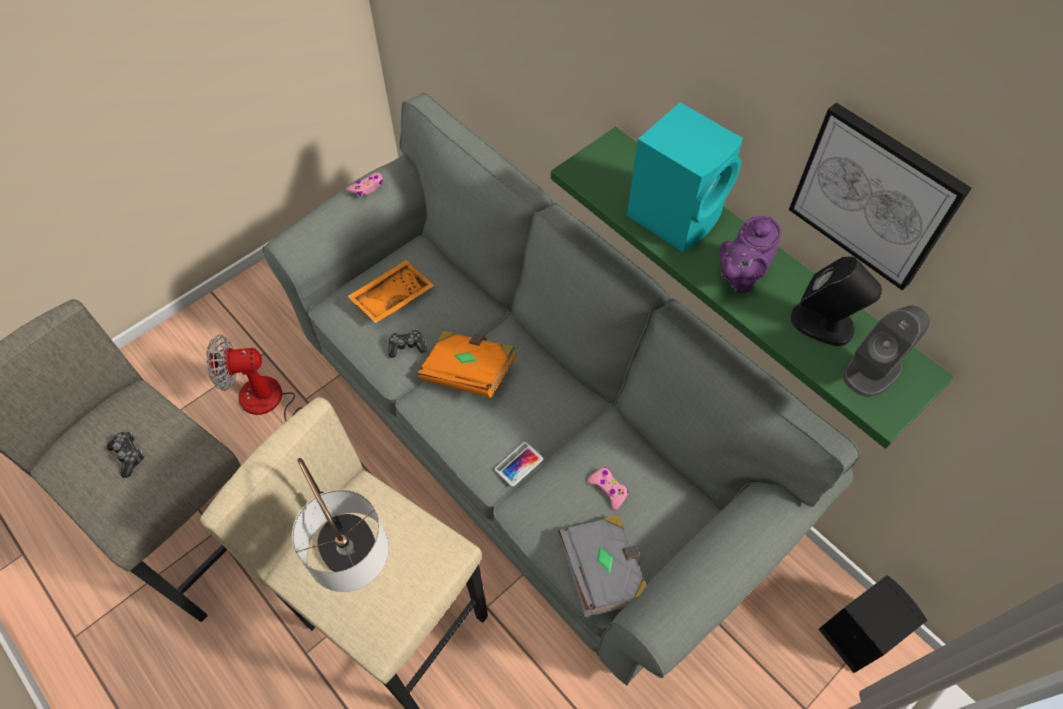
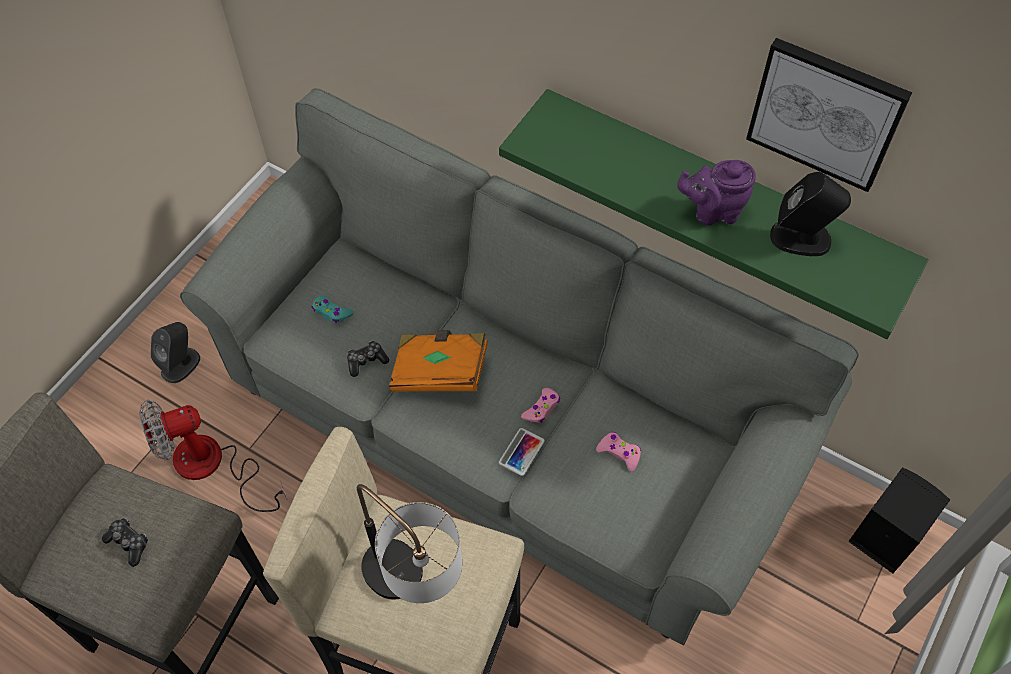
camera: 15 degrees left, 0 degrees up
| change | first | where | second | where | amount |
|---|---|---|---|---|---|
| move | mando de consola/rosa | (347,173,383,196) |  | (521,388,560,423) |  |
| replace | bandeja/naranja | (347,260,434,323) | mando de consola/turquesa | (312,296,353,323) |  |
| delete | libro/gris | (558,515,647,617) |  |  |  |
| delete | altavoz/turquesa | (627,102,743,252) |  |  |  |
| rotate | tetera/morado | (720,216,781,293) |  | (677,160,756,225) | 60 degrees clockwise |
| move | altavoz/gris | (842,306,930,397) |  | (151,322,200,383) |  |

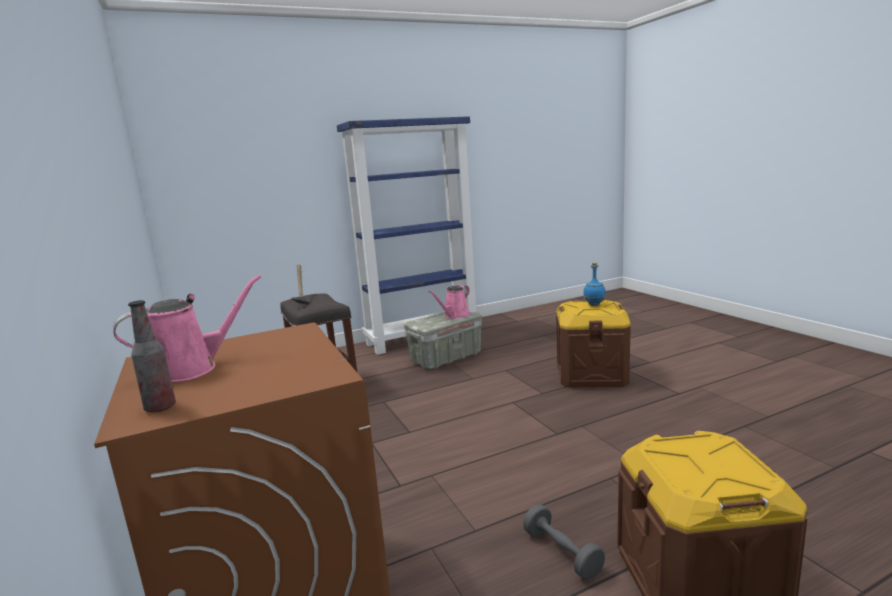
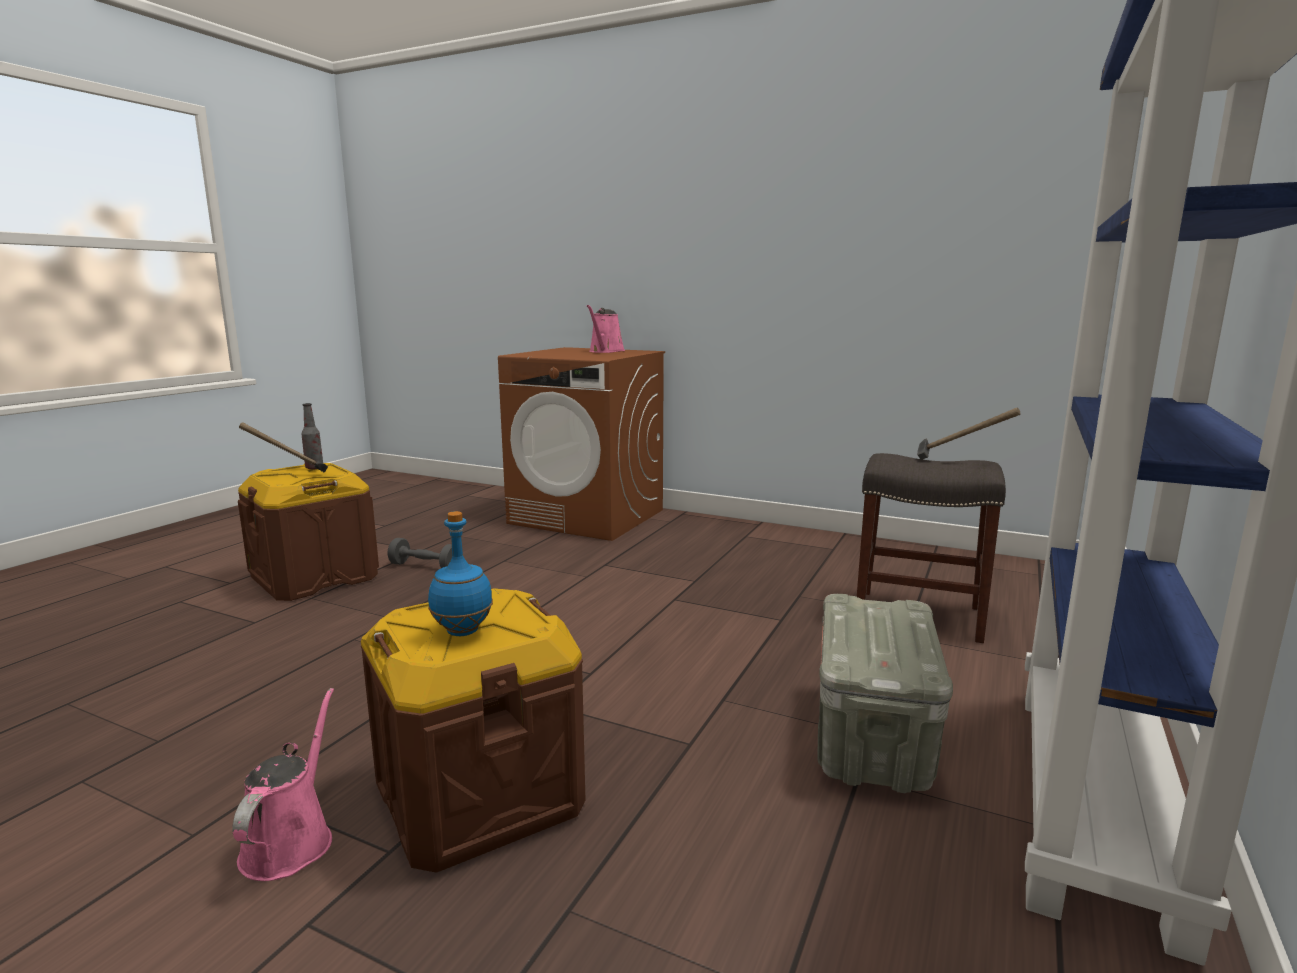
camera: 140 degrees right, 0 degrees up
| change | first | where | second | where | amount |
|---|---|---|---|---|---|
| move | botella | (128,300,176,413) |  | (301,403,323,469) |  |
| move | regadera/rosa | (428,285,470,319) |  | (232,688,334,881) |  |
| insert |  |  | martillo | (239,422,328,473) |  |

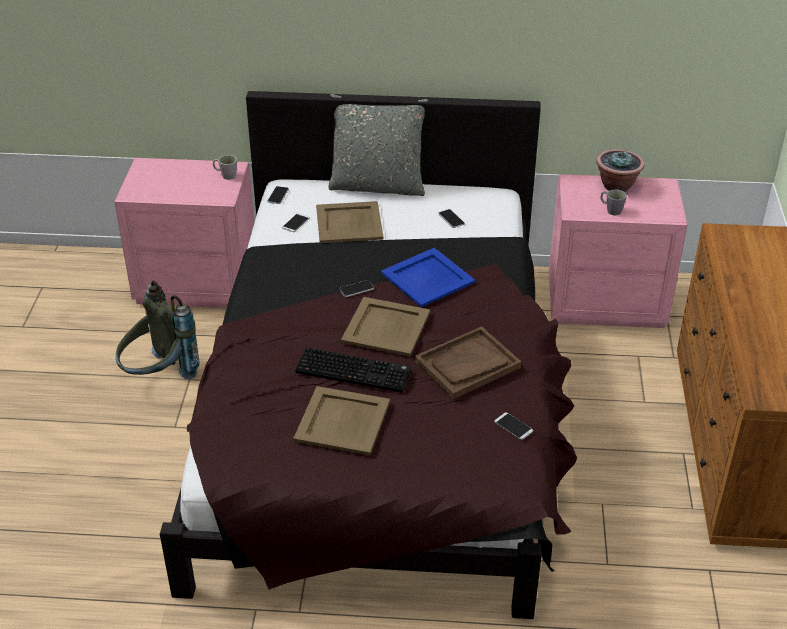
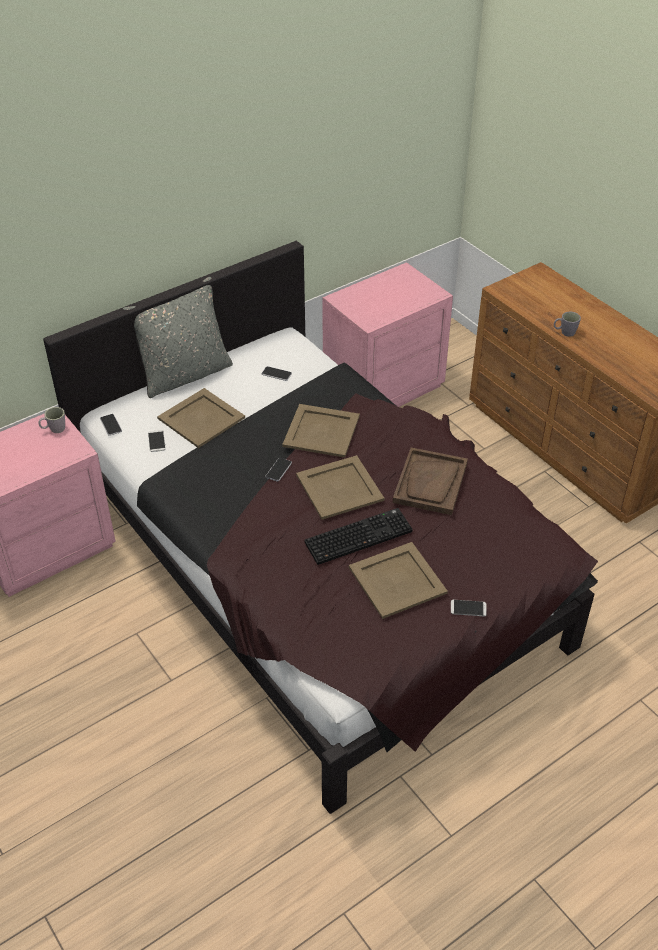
camera: 40 degrees left, 5 degrees up
| change | first | where | second | where | amount |
|---|---|---|---|---|---|
| delete | mochila/gris | (116,280,199,379) |  |  |  |
| recolor | bandeja/azul | (381,248,475,307) | bandeja/beis | (282,404,360,458) |  |
| move | móvil | (494,413,533,440) |  | (451,600,487,616) |  |
| delete | planta en maceta | (596,149,645,192) |  |  |  |
| move | taza grande/gris | (600,189,627,215) |  | (554,311,581,337) |  |

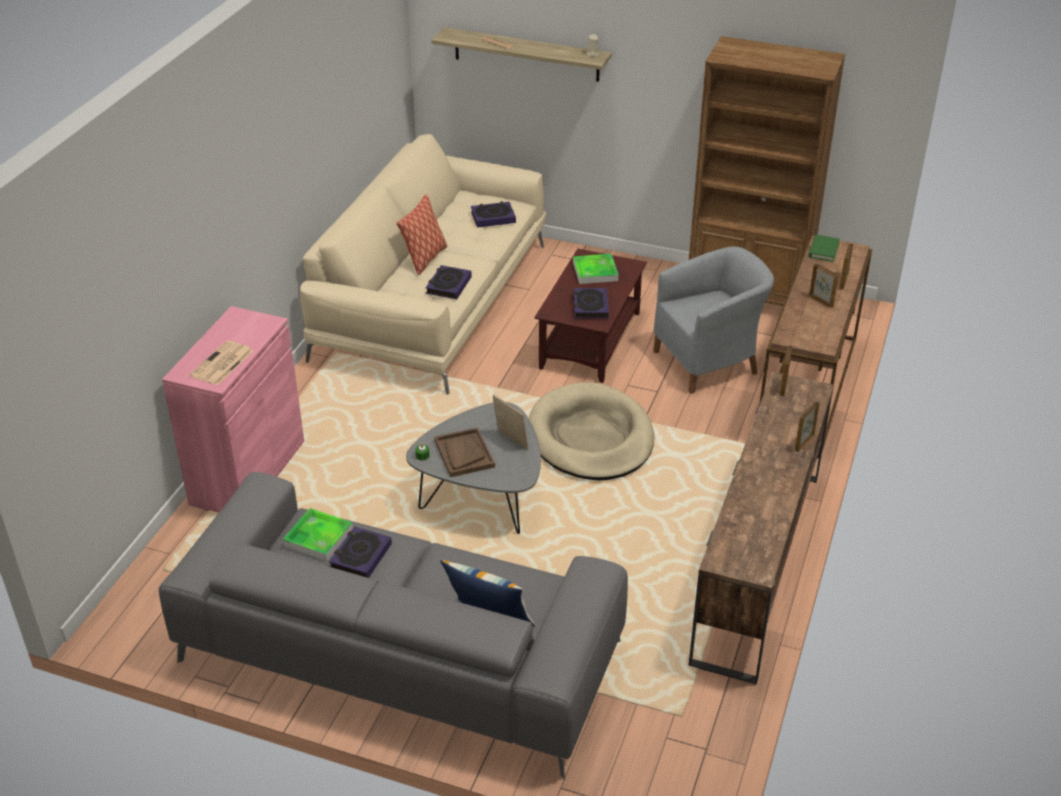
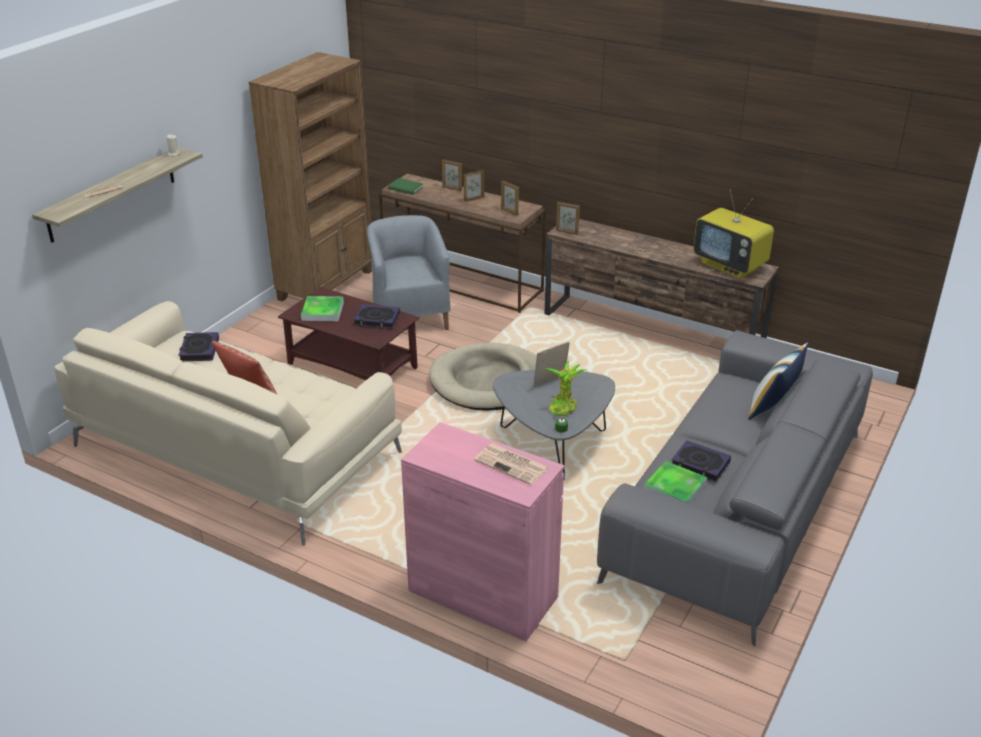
camera: 80 degrees left, 5 degrees down
| change | first | where | second | where | amount |
|---|---|---|---|---|---|
| delete | libro | (426,265,472,299) |  |  |  |
| replace | bandeja/marrón | (434,428,495,477) | planta en maceta | (545,360,587,416) |  |
| move | portarretratos | (795,401,820,452) |  | (501,180,519,216) |  |
| insert |  |  | televisor | (693,190,774,278) |  |

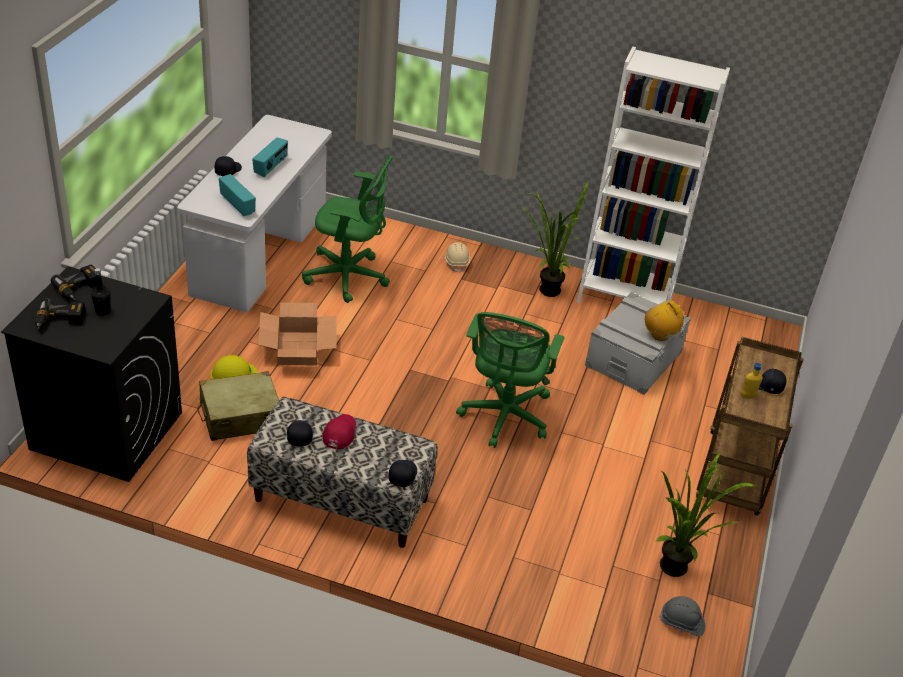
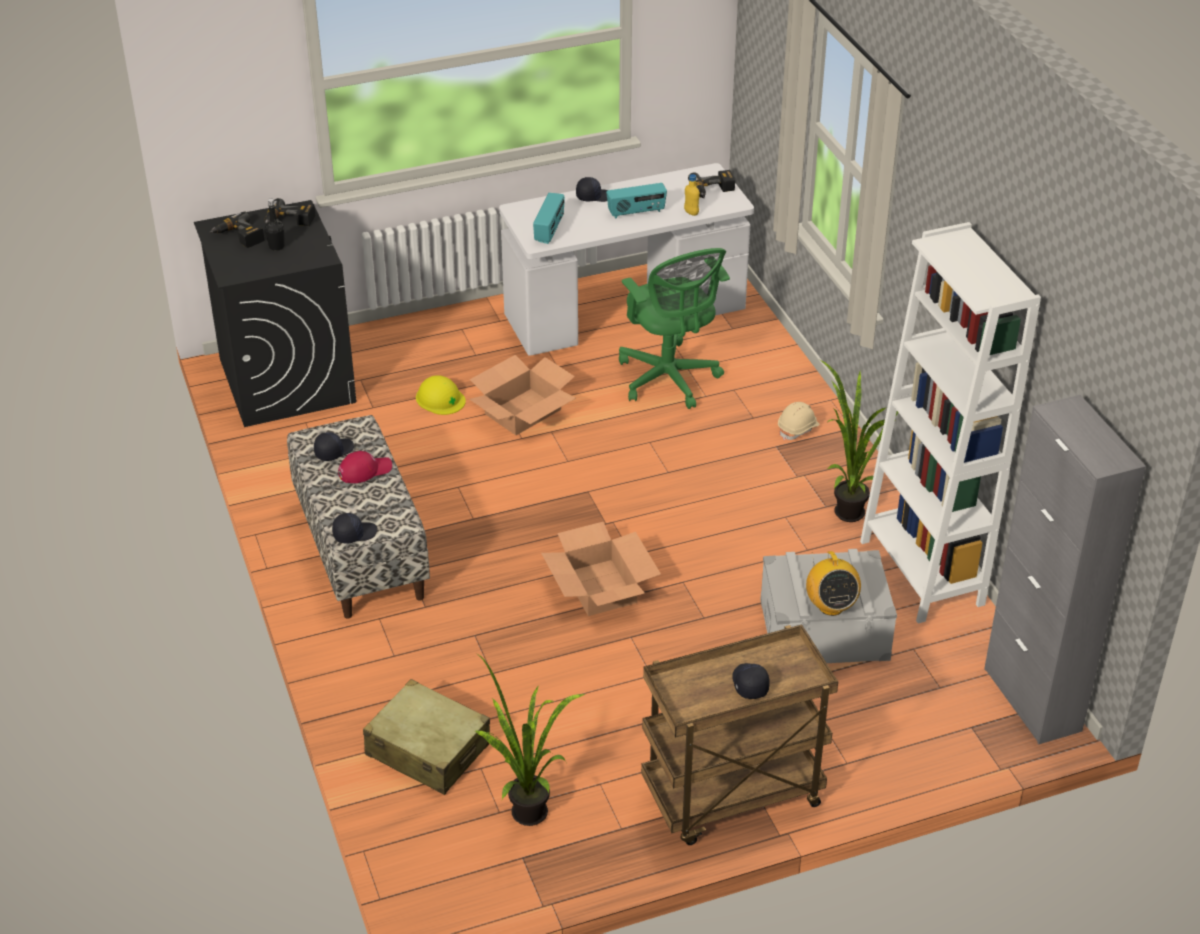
camera: 55 degrees right, 0 degrees up
| change | first | where | second | where | amount |
|---|---|---|---|---|---|
| move | maleta/beis | (198,371,279,441) |  | (363,679,490,795) |  |
| replace | silla de oficina/verde | (456,312,565,448) | caja de cartón | (541,522,661,616) |  |
| rotate | radio | (645,300,687,341) |  | (806,551,861,616) | 150 degrees clockwise |
| delete | casco/gris | (659,596,705,636) |  |  |  |
| move | botella/amarillo | (740,363,763,399) |  | (684,174,700,216) |  |
| insert |  |  | taladro | (688,170,735,198) |  |
| insert |  |  | armario/gris | (984,395,1146,744) |  |

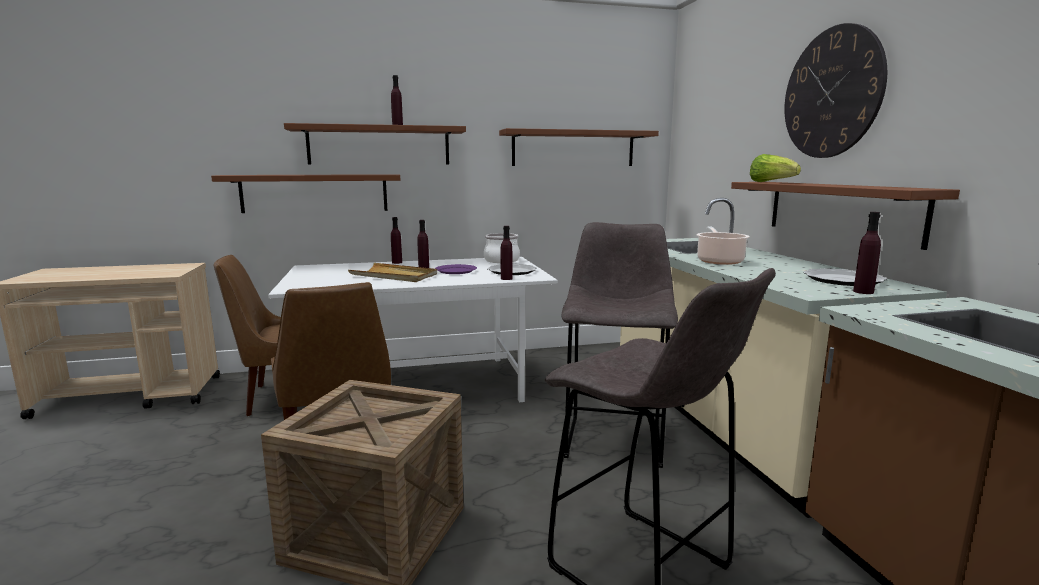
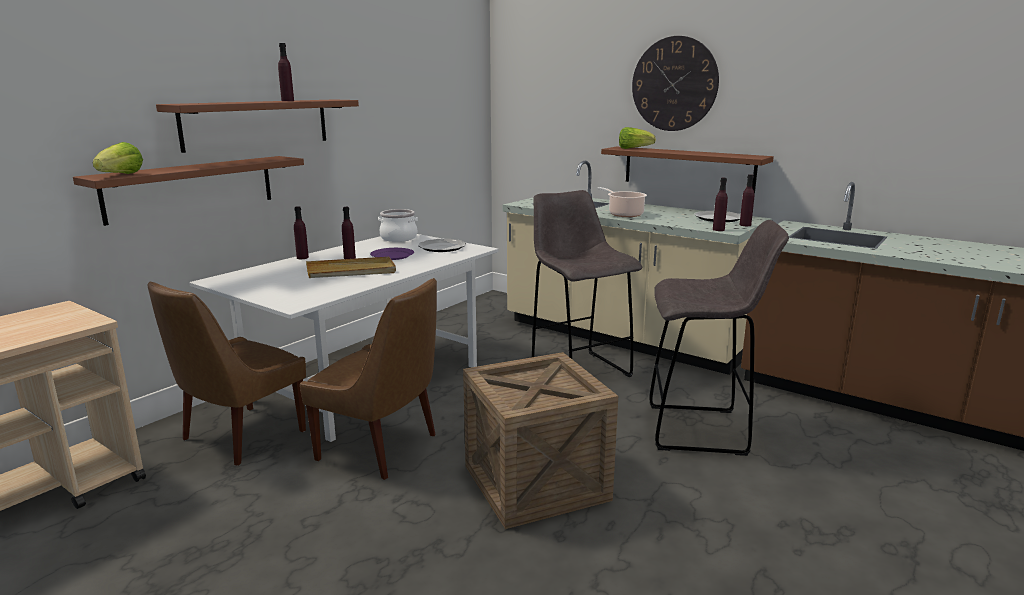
camera: 40 degrees left, 5 degrees up
| change | first | where | second | where | amount |
|---|---|---|---|---|---|
| delete | estante/marrón | (499,128,659,166) |  |  |  |
| move | botella/morado | (501,226,513,280) |  | (713,178,728,231) |  |
| insert |  |  | lechuga | (93,142,143,174) |  |

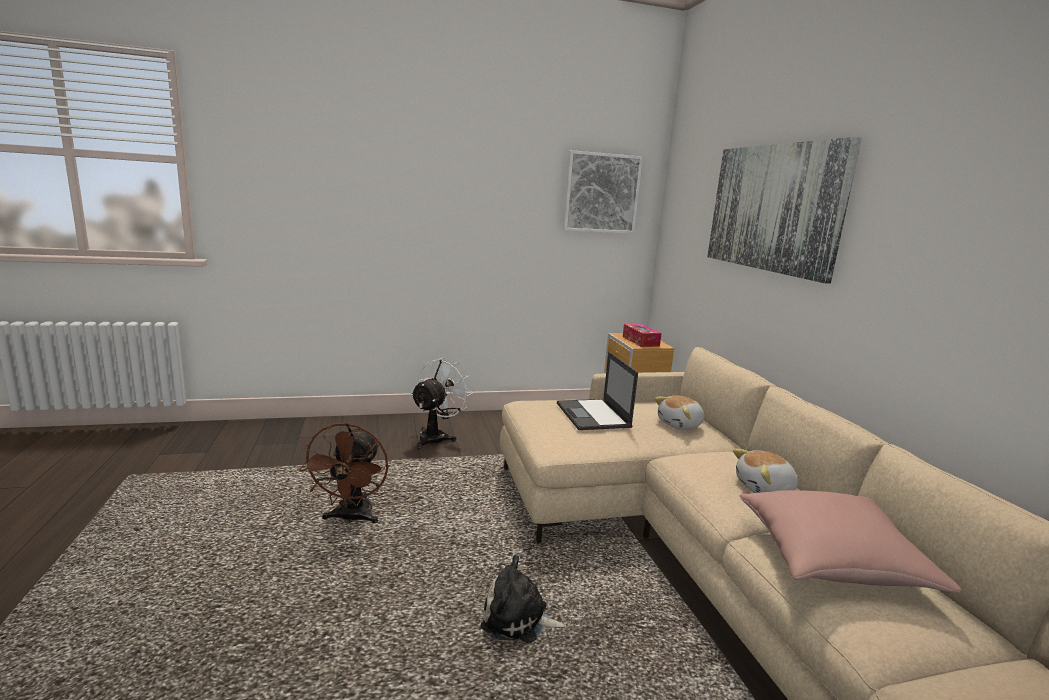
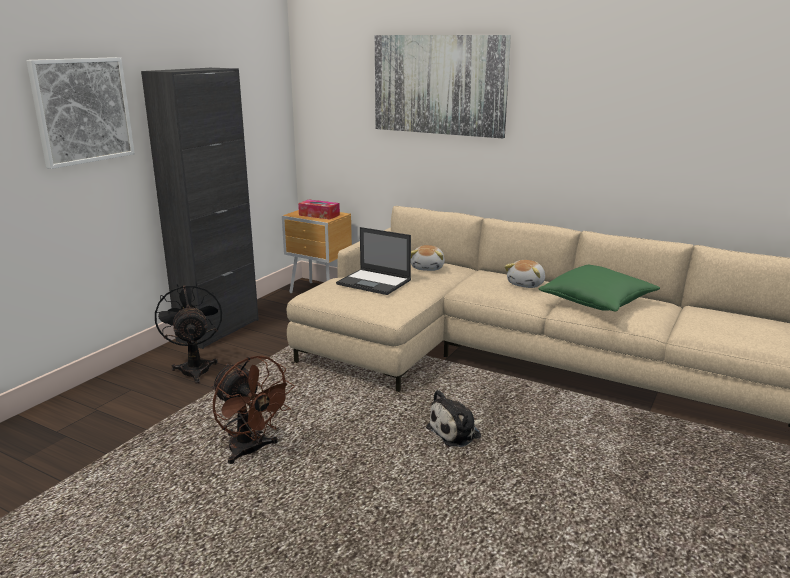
camera: 45 degrees left, 5 degrees up
| change | first | where | second | where | amount |
|---|---|---|---|---|---|
| recolor | ventilador/blanco | (411,357,473,449) | ventilador/negro | (155,283,222,383) |  |
| move | cuadro | (563,150,643,234) |  | (26,57,135,169) |  |
| recolor | cojín/rosa | (740,490,962,593) | cojín/verde | (539,265,660,311) |  |
| insert |  |  | armario/negro | (141,68,259,349) |  |

